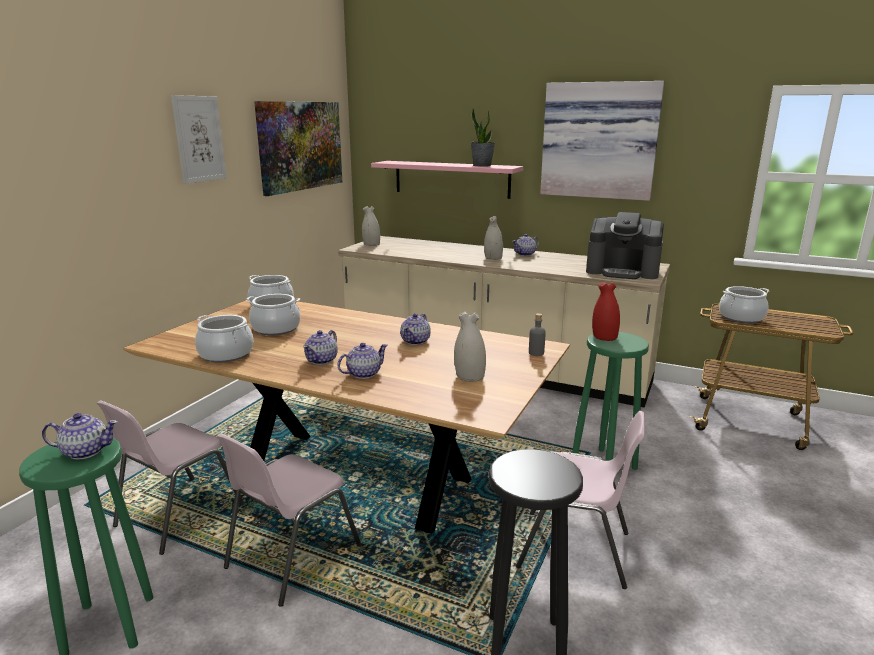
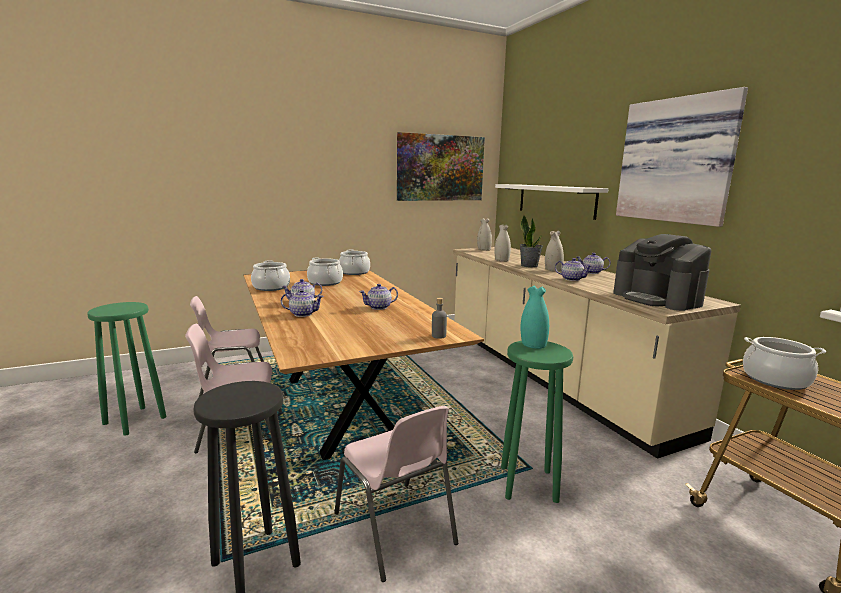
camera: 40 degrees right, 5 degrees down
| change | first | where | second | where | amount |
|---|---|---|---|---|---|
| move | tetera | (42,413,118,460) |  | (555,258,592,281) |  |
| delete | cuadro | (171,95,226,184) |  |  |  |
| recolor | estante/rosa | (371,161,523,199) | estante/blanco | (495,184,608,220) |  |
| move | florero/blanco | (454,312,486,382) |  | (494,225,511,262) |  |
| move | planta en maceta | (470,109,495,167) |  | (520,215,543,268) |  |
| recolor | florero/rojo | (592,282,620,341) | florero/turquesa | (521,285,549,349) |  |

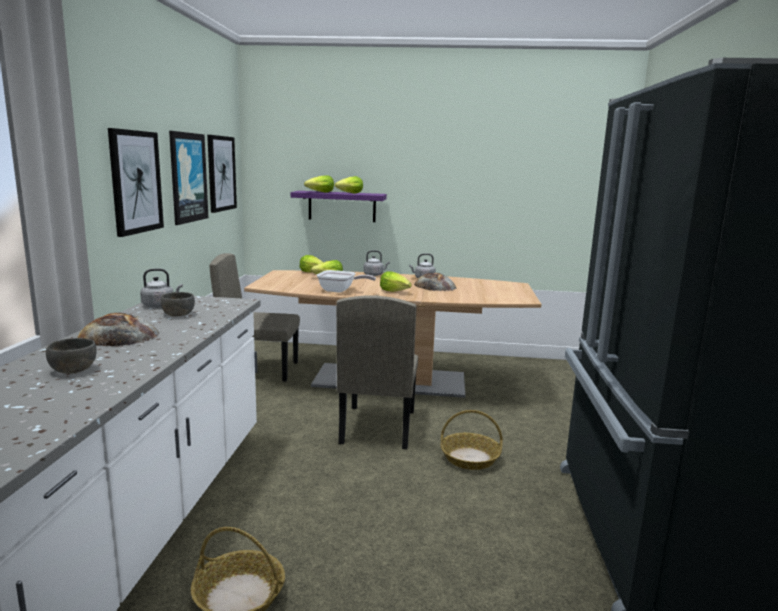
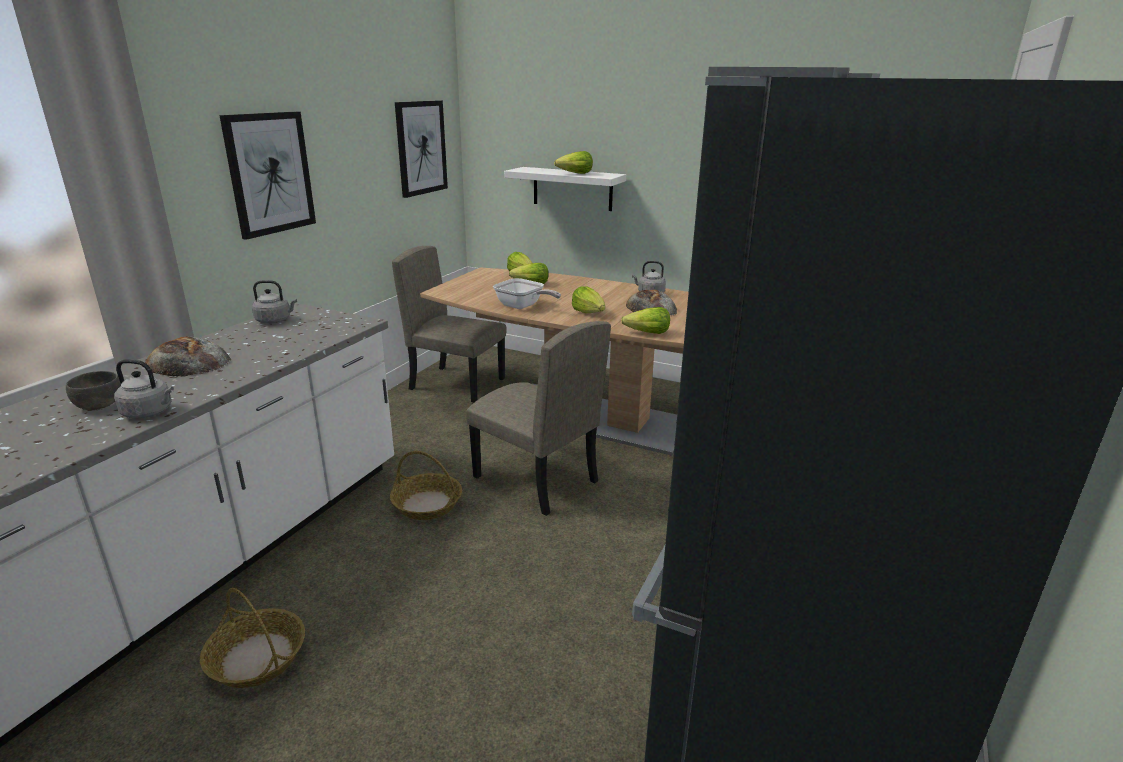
camera: 20 degrees right, 10 degrees up
| change | first | where | second | where | amount |
|---|---|---|---|---|---|
| delete | cuenco/gris | (160,292,195,317) |  |  |  |
| delete | cuadro | (169,131,208,225) |  |  |  |
| recolor | estante/morado | (291,191,387,222) | estante/blanco | (504,167,626,211) |  |
| move | lechuga | (304,175,334,193) |  | (621,307,670,334) |  |
| rotate | silla/beis | (336,295,418,449) |  | (466,321,611,516) | 75 degrees counterclockwise |
| move | hervidor/gris | (363,250,390,276) |  | (114,359,174,419) |  |
| move | cesta | (440,410,503,470) |  | (390,451,462,520) |  |

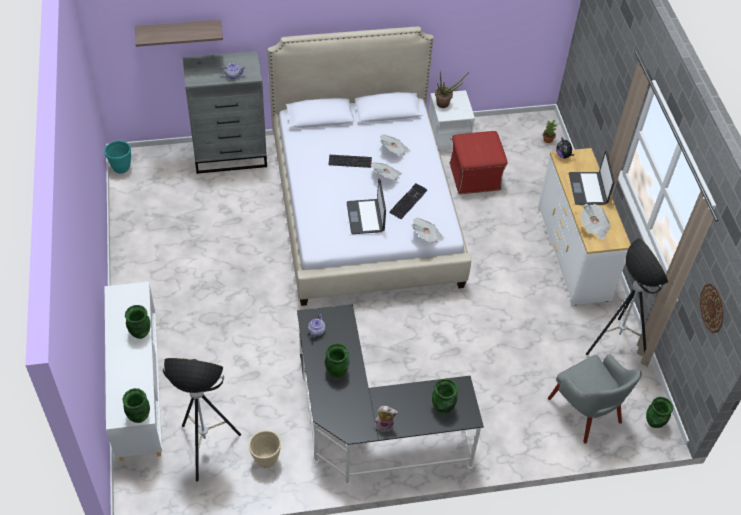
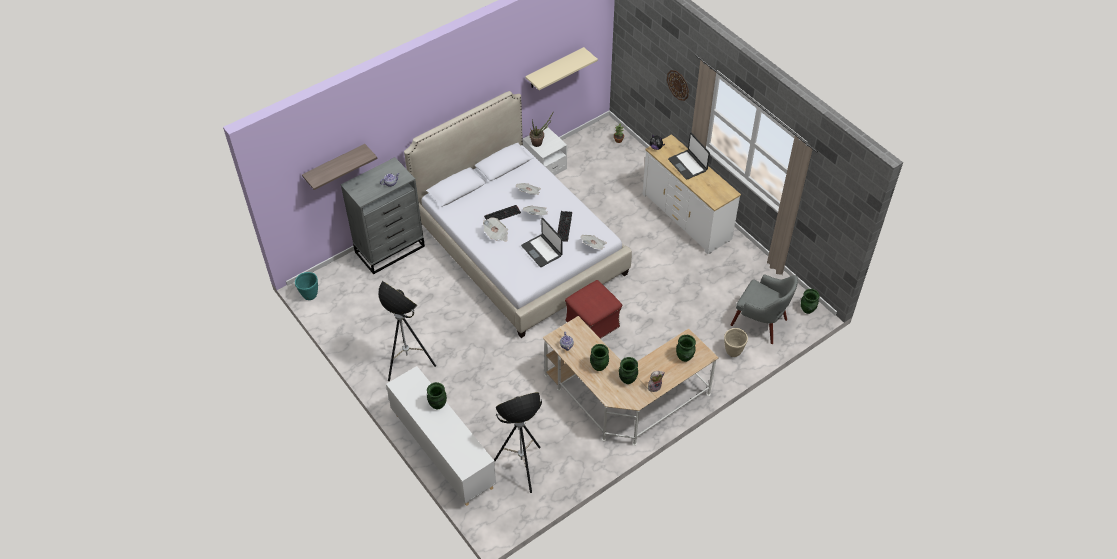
camera: 25 degrees left, 0 degrees up
| change | first | where | second | where | amount |
|---|---|---|---|---|---|
| move | florero/verde | (122,388,150,423) |  | (619,357,638,384) |  |
| move | maceta/beis | (249,430,281,468) |  | (724,328,748,357) |  |
| recolor | escritorio/negro | (297,304,484,485) | escritorio/beis | (543,316,718,446) |  |
| move | puf/rojo | (450,131,508,194) |  | (565,280,622,339) |  |
| move | periódico | (580,204,611,240) |  | (483,217,508,242) |  |
| move | lámpara de pie | (586,238,668,355) |  | (378,281,436,381) |  |
| move | reloj de pared | (700,283,724,333) |  | (667,70,689,101) |  |
| insert |  |  | estante/beis | (525,47,598,90) |  |

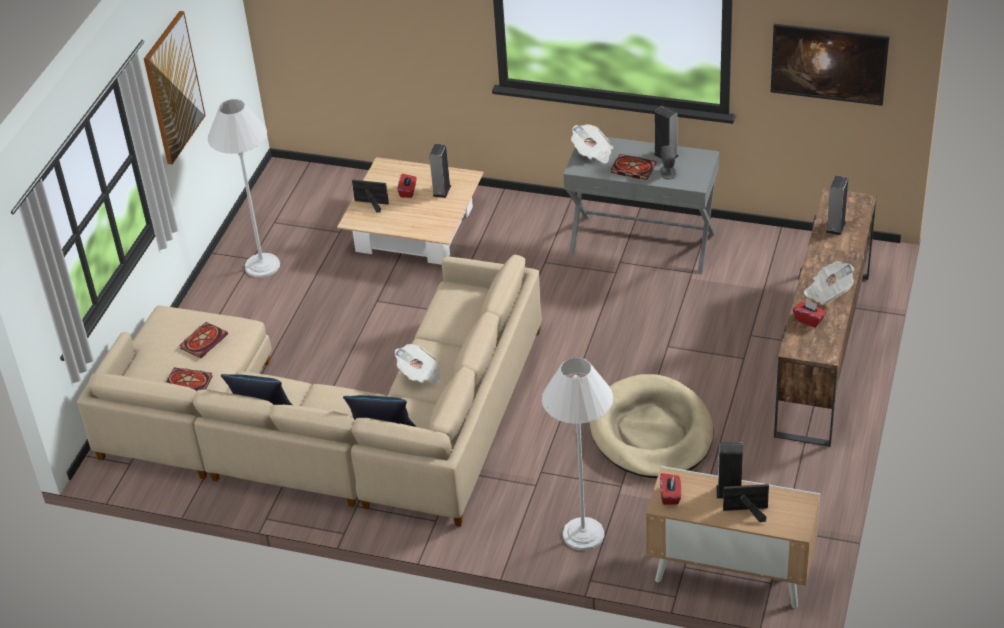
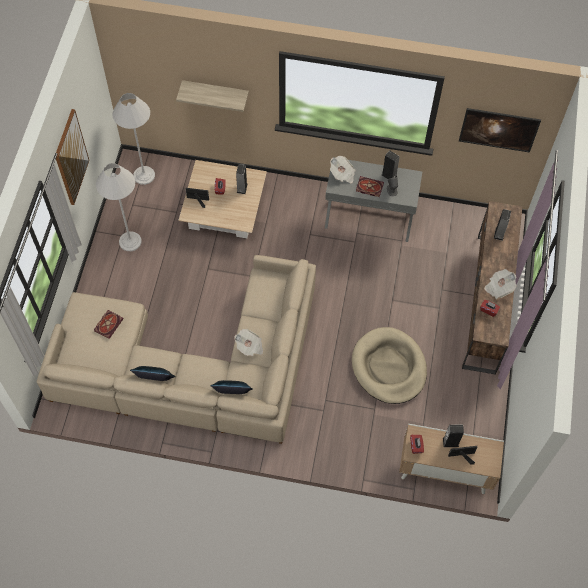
camera: 10 degrees left, 20 degrees up
| change | first | where | second | where | amount |
|---|---|---|---|---|---|
| delete | libro | (166,368,213,392) |  |  |  |
| move | lámpara de pie/blanco | (542,357,613,550) |  | (112,93,155,185) |  |
| insert |  |  | estante | (176,80,249,112) |  |

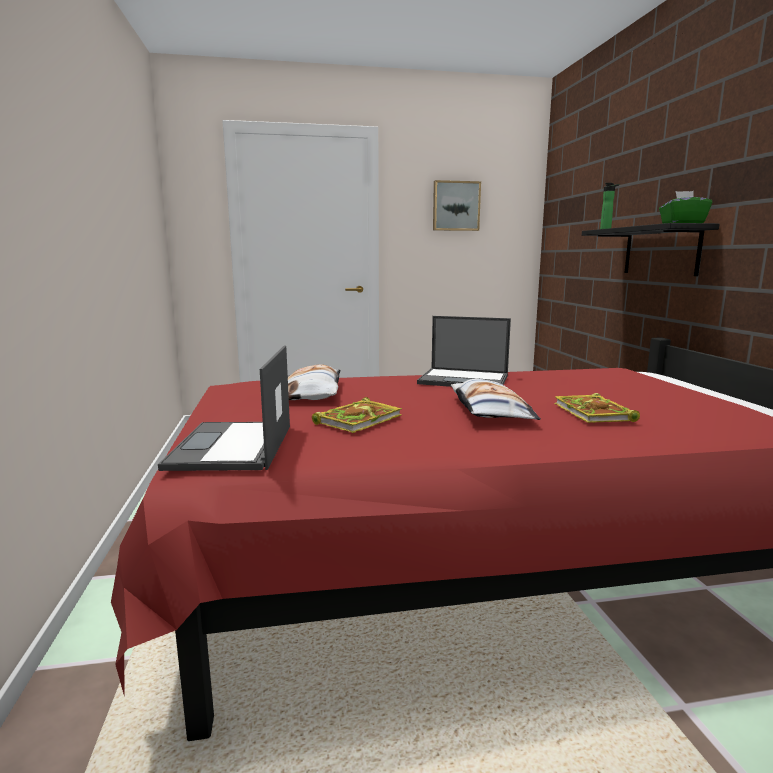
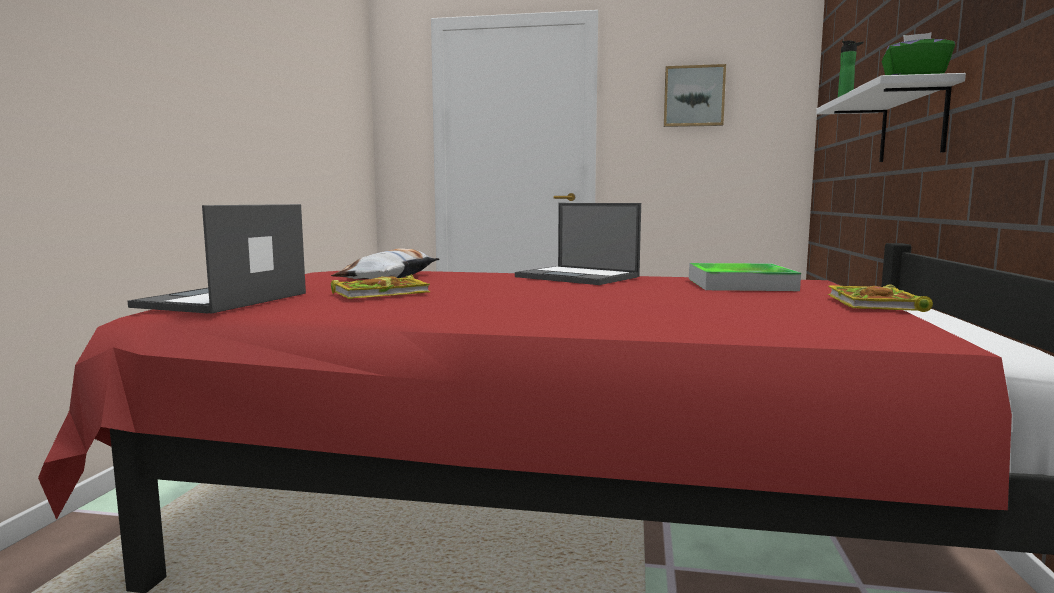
camera: 20 degrees right, 5 degrees down
| change | first | where | second | where | amount |
|---|---|---|---|---|---|
| delete | cojín | (451,379,541,420) |  |  |  |
| move | libro | (554,393,640,423) |  | (828,285,933,312) |  |
| recolor | estante/negro | (582,223,720,276) | estante/blanco | (816,73,966,162) |  |
| insert |  |  | bandeja | (689,263,801,291) |  |

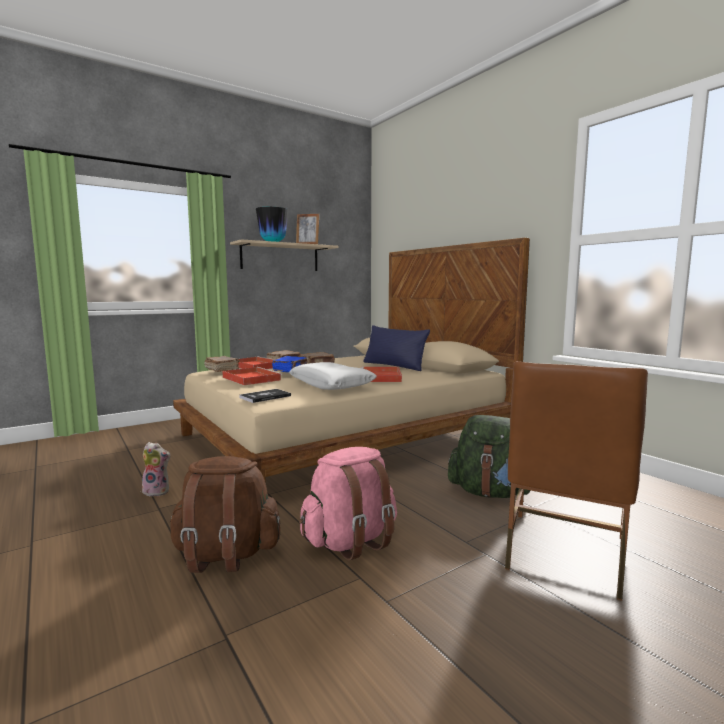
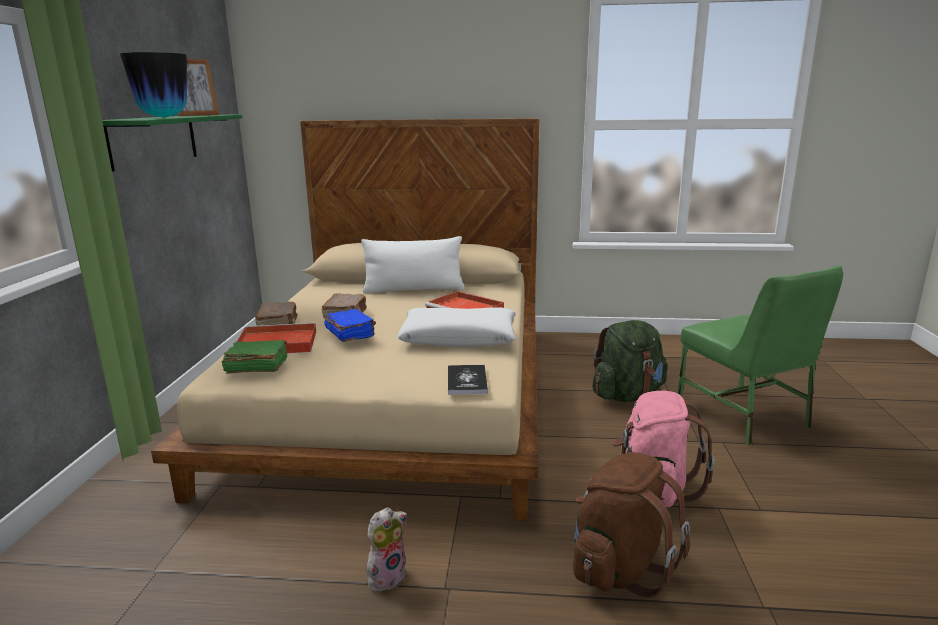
camera: 50 degrees left, 10 degrees up
| change | first | where | second | where | amount |
|---|---|---|---|---|---|
| recolor | libro/marrón | (204,356,240,372) | libro/verde | (222,340,287,374) |  |
| delete | bandeja/rojo | (222,367,282,385) |  |  |  |
| recolor | estante/beis | (230,239,339,271) | estante/verde | (102,114,243,172) |  |
| recolor | cojín/azul | (363,325,430,371) | cojín/blanco | (361,236,464,293) |  |
| recolor | silla/marrón | (505,361,648,601) | silla/verde | (678,265,843,445) |  |

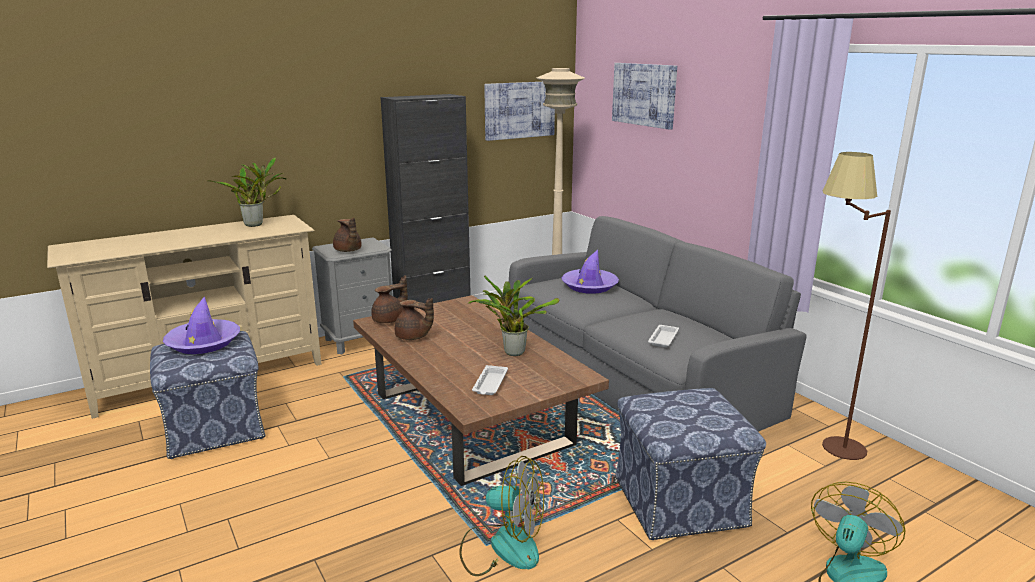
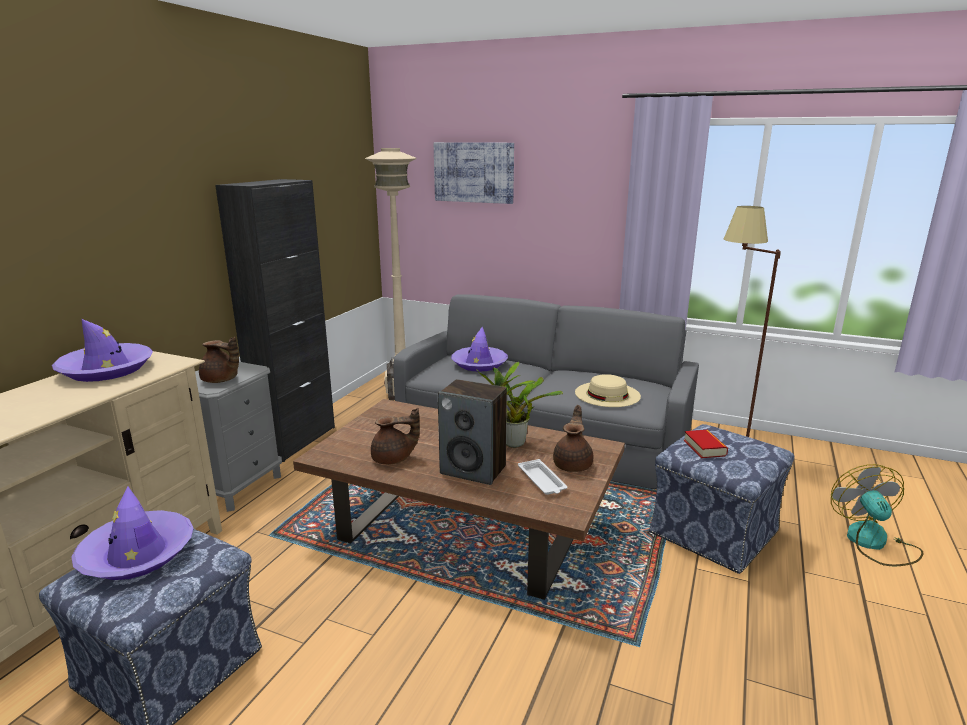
camera: 35 degrees left, 0 degrees up
| change | first | where | second | where | amount |
|---|---|---|---|---|---|
| replace | planta en maceta | (207,157,286,227) | sombrero/morado | (52,319,153,382) |  |
| move | tetera/marrón | (371,275,408,323) |  | (553,405,593,472) |  |
| delete | ventilador | (459,456,544,576) |  |  |  |
| delete | cuadro | (484,82,555,141) |  |  |  |
| replace | bandeja/blanco | (648,325,679,347) | sombrero/beis | (575,374,641,407) |  |
| insert |  |  | altavoz | (438,379,507,485) |  |
| insert |  |  | libro | (684,430,728,458) |  |

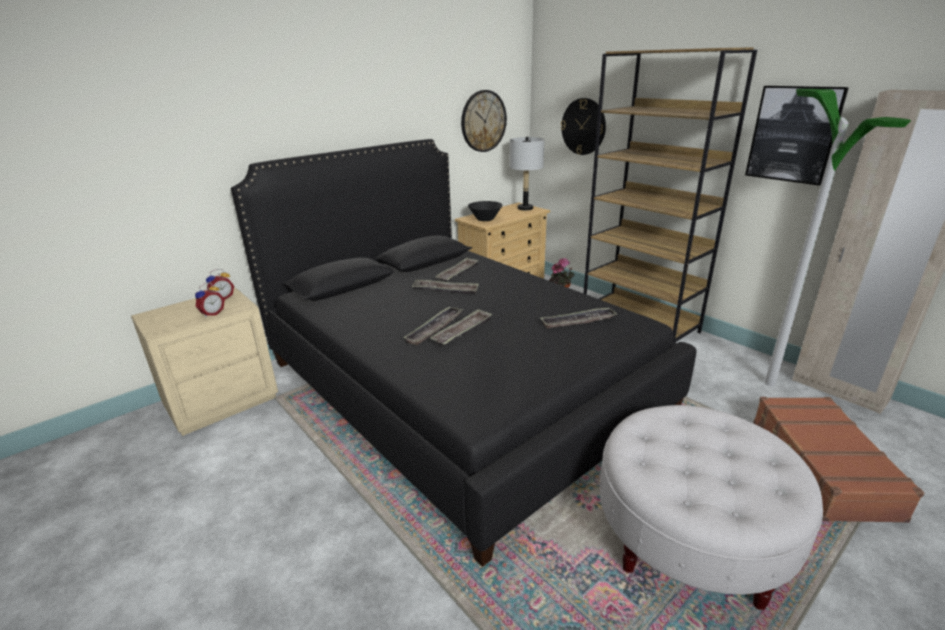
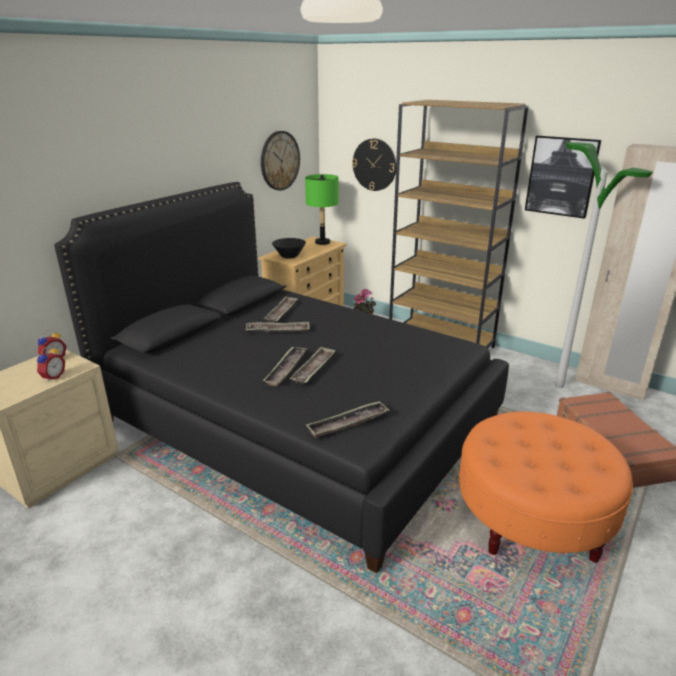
camera: 15 degrees left, 0 degrees up
| change | first | where | second | where | amount |
|---|---|---|---|---|---|
| recolor | lámpara de mesa/gris | (509,136,545,210) | lámpara de mesa/verde | (305,174,339,245) |  |
| move | bandeja | (540,308,617,329) |  | (306,401,389,438) |  |
| recolor | puf/blanco | (600,405,823,610) | puf/naranja | (459,412,633,563) |  |

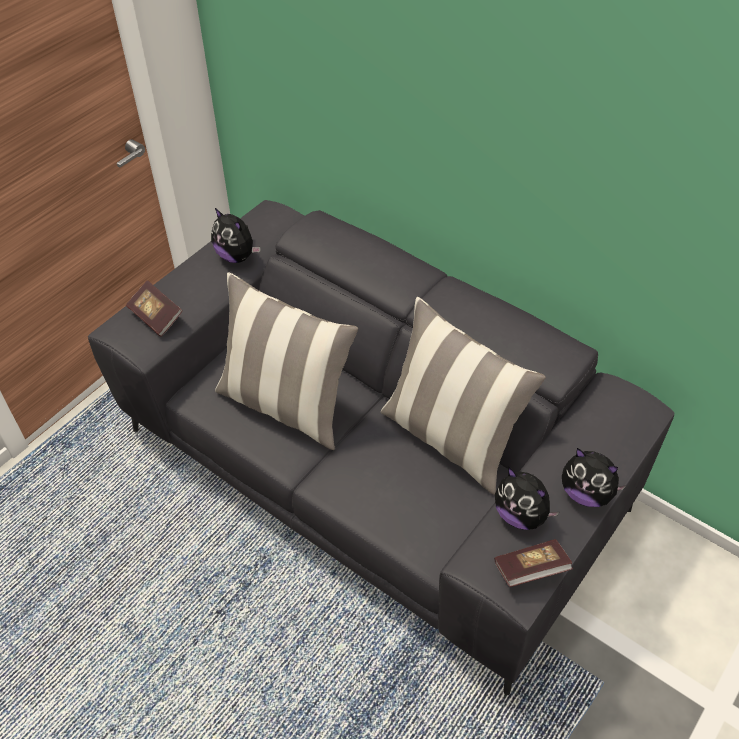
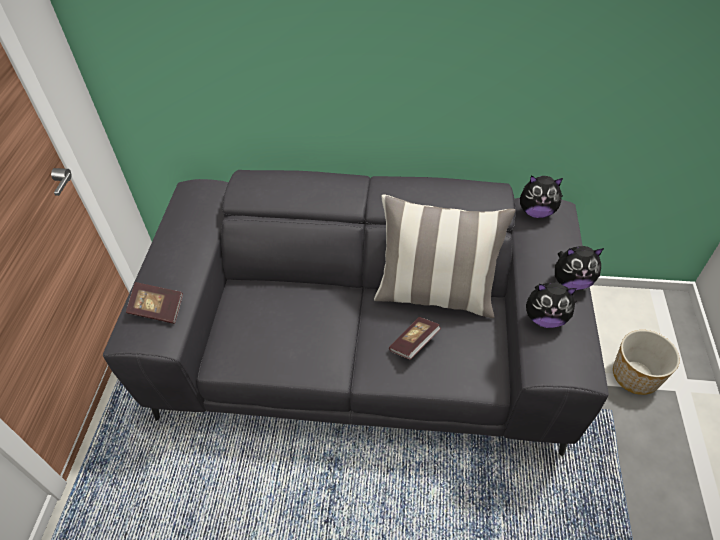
camera: 30 degrees left, 0 degrees up
| change | first | where | second | where | amount |
|---|---|---|---|---|---|
| move | peluche | (211,208,261,263) |  | (520,175,564,218) |  |
| delete | cojín | (215,272,358,450) |  |  |  |
| move | libro | (494,539,573,587) |  | (389,317,441,360) |  |
| insert |  |  | maceta | (613,330,680,395) |  |

